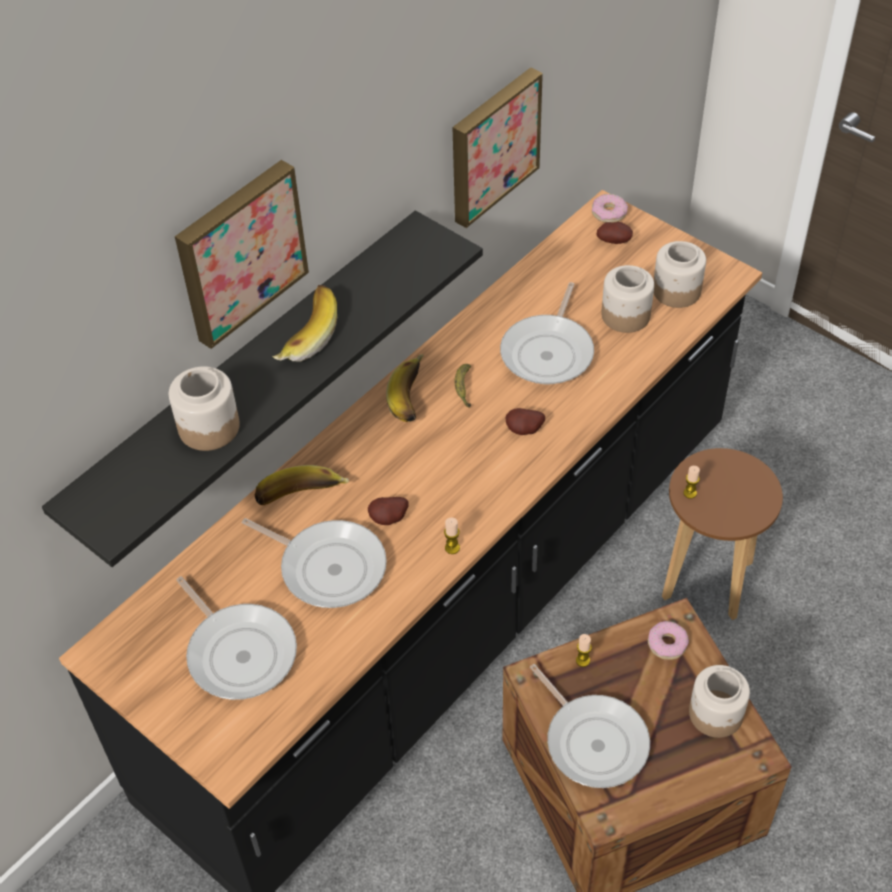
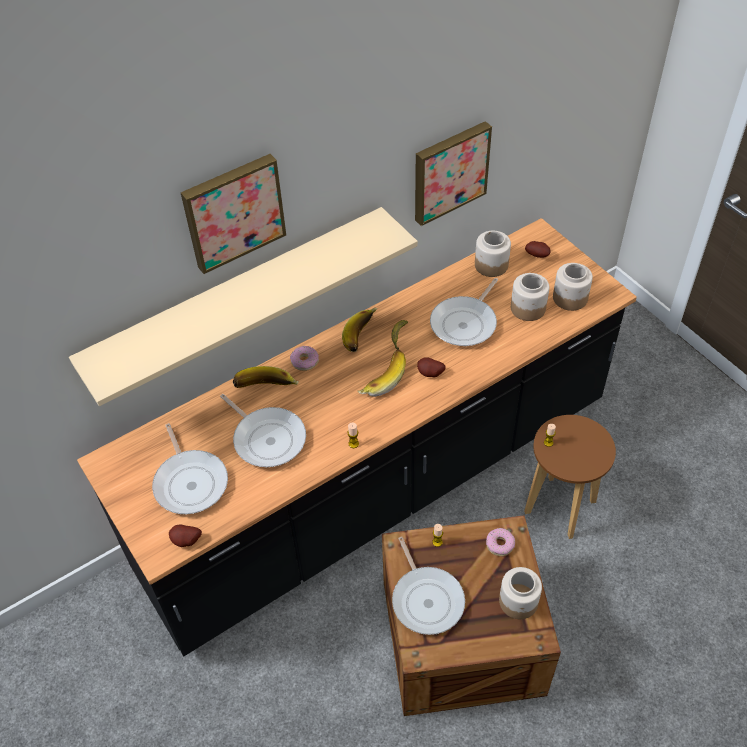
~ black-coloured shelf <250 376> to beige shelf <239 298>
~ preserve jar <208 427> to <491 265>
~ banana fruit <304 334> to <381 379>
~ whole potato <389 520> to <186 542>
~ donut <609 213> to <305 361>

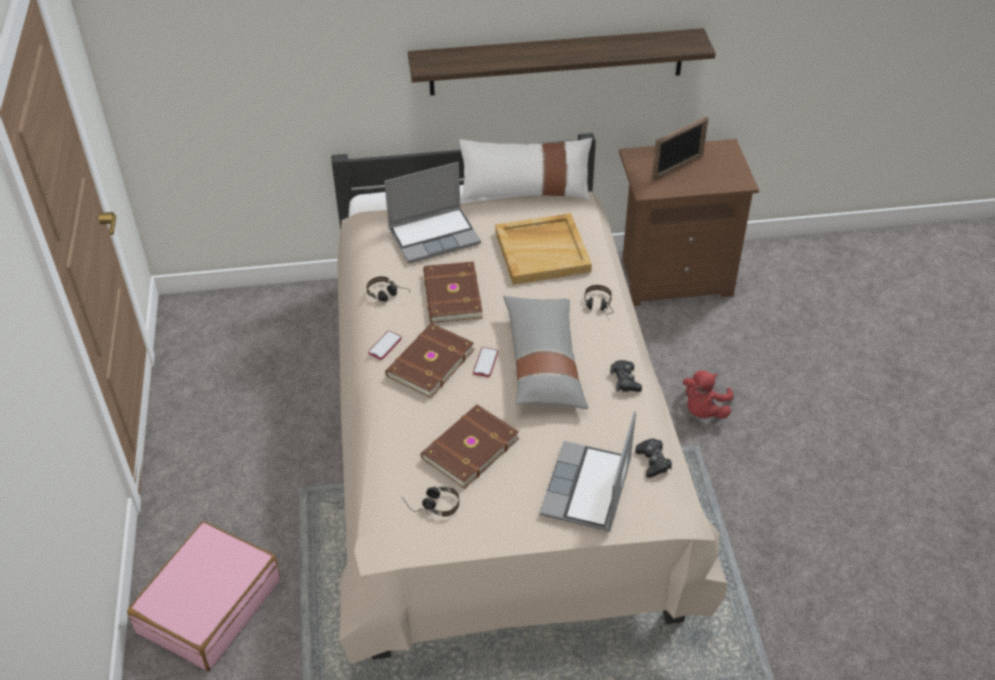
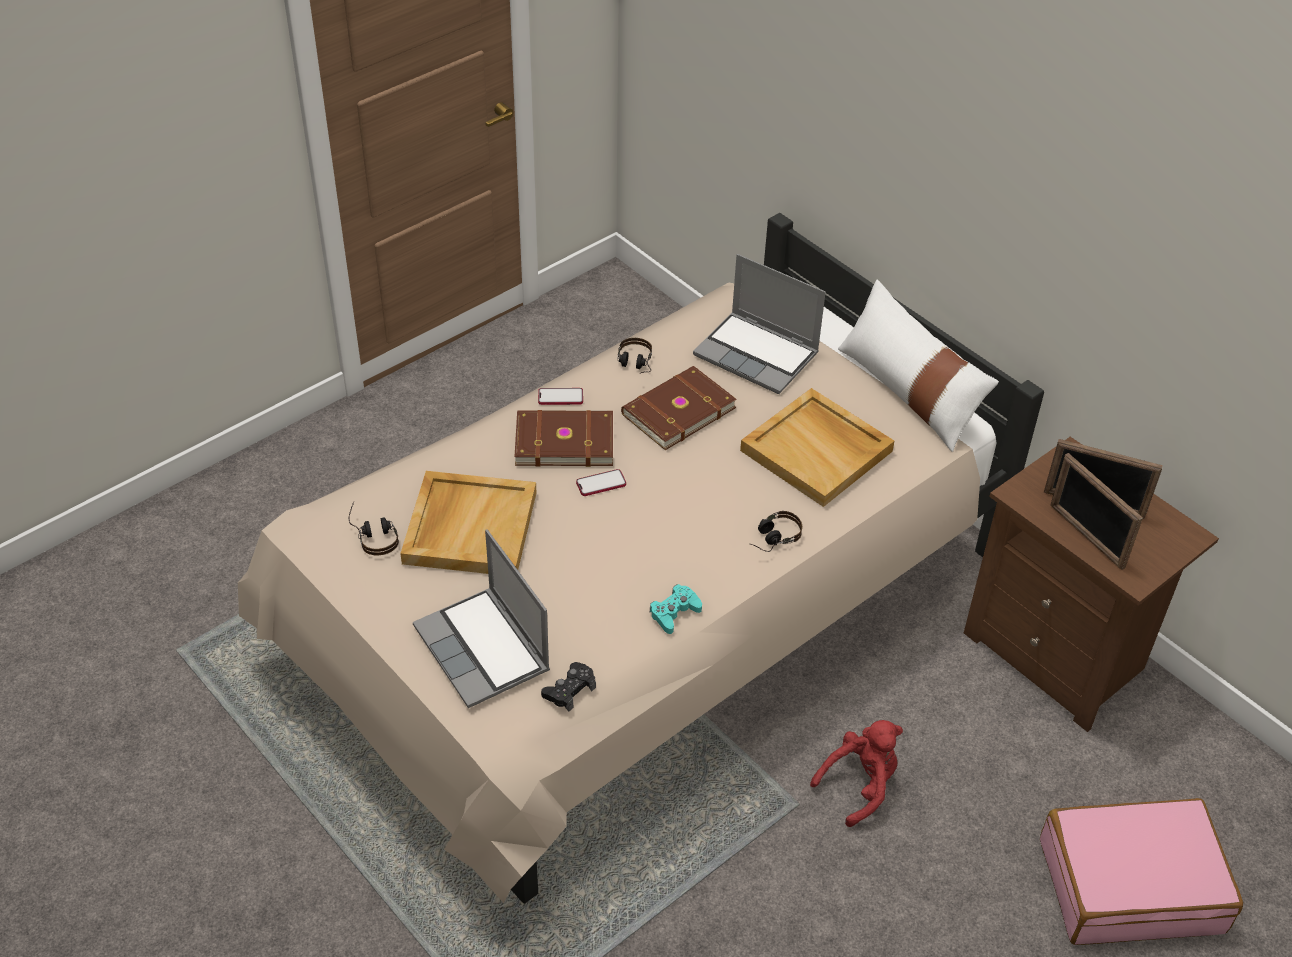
~ pinkish travel case <209 605> to <1130 884>
- shelf <556 62>
~ brownish bound book <468 448> to beige carrying tray <469 527>
- greyish throw pillow <543 362>
~ notebook computer <588 489> = <484 650> 105 degrees counterclockwise
~ black-coloured game controller <625 380> to blue-green game controller <674 613>
~ reddish plush toy <703 410> = <860 785> 150 degrees clockwise
+ photo frame <1086 536>

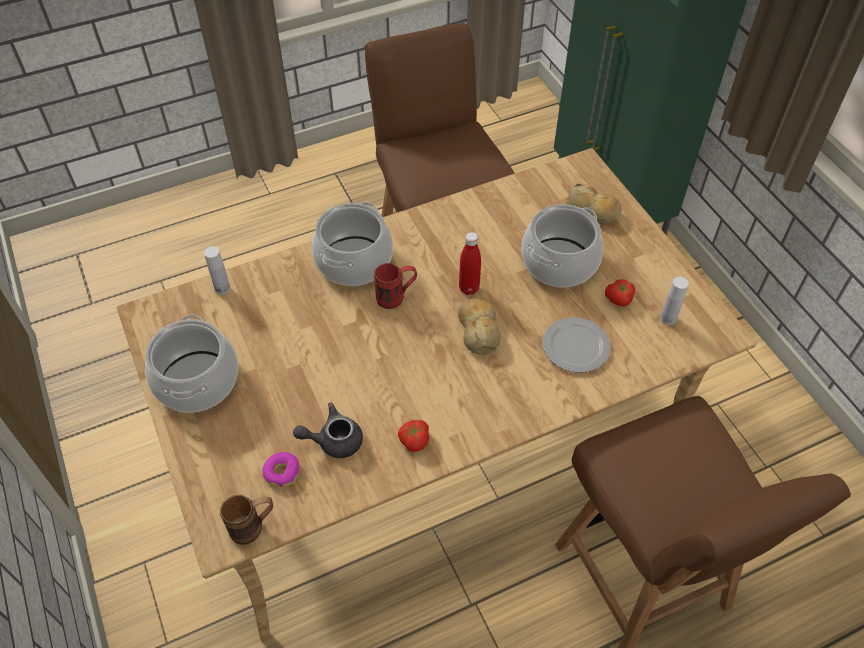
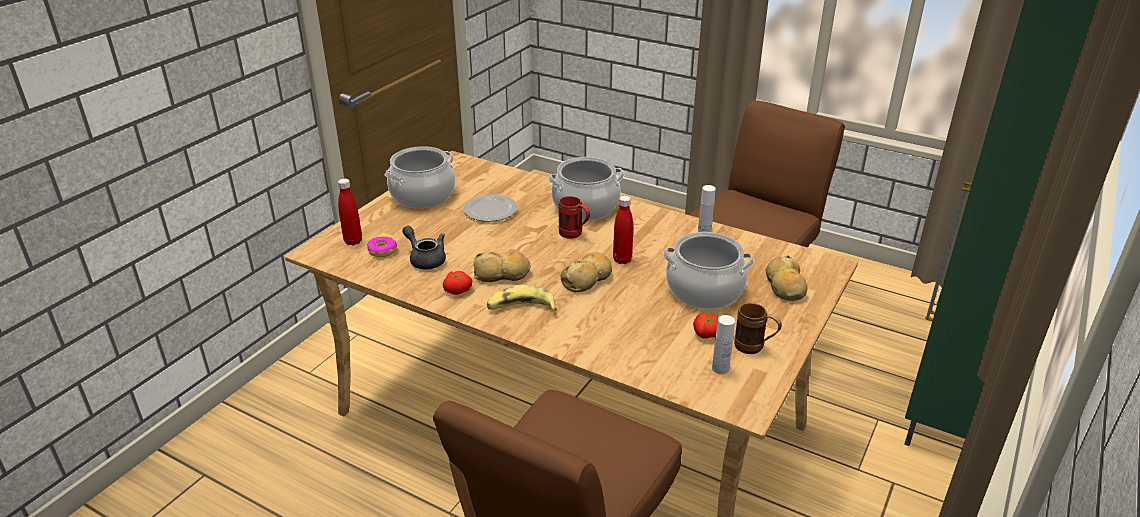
~ whitish drink bottle <222 288> to <704 231>
~ brownish mug <253 528> to <754 348>
~ plate <574 346> to <490 210>
+ reddish drink bottle <353 241>
+ bread <502 274>
+ banana fruit <521 308>

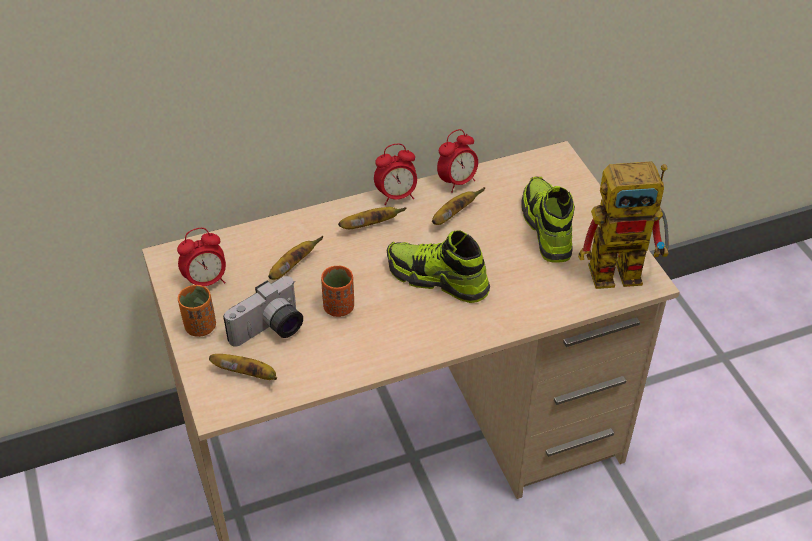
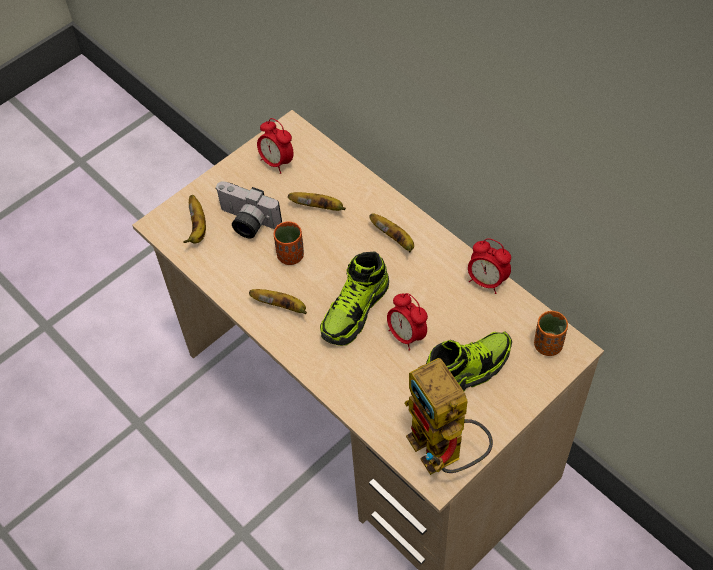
~ orangey cup <200 327> to <548 345>
~ table clock <396 196> to <406 335>
~ item of footwear <437 279> = <355 310> 150 degrees counterclockwise
~ banana fruit <453 215> to <282 306>

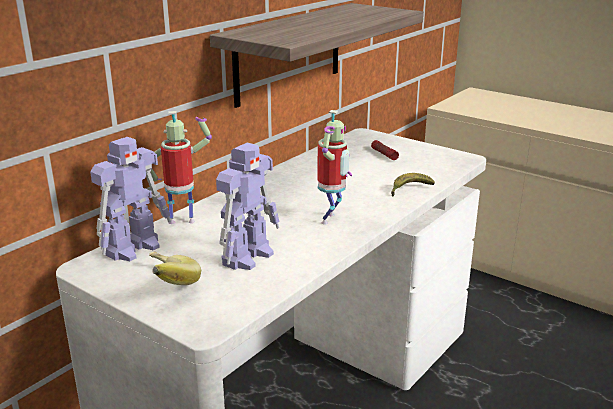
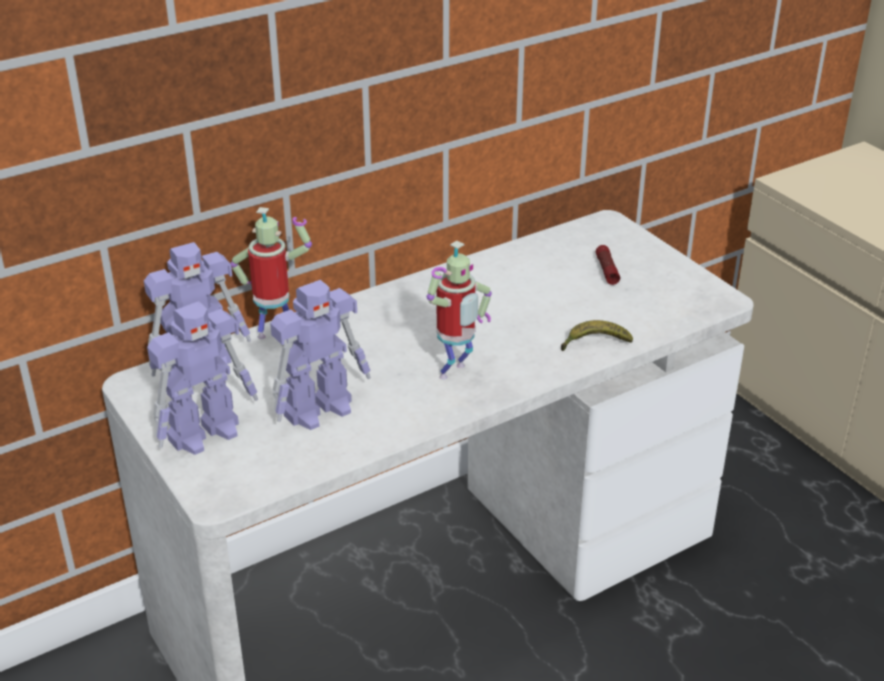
~ banana fruit <166 286> to robot figure <207 432>
- shelf <289 53>

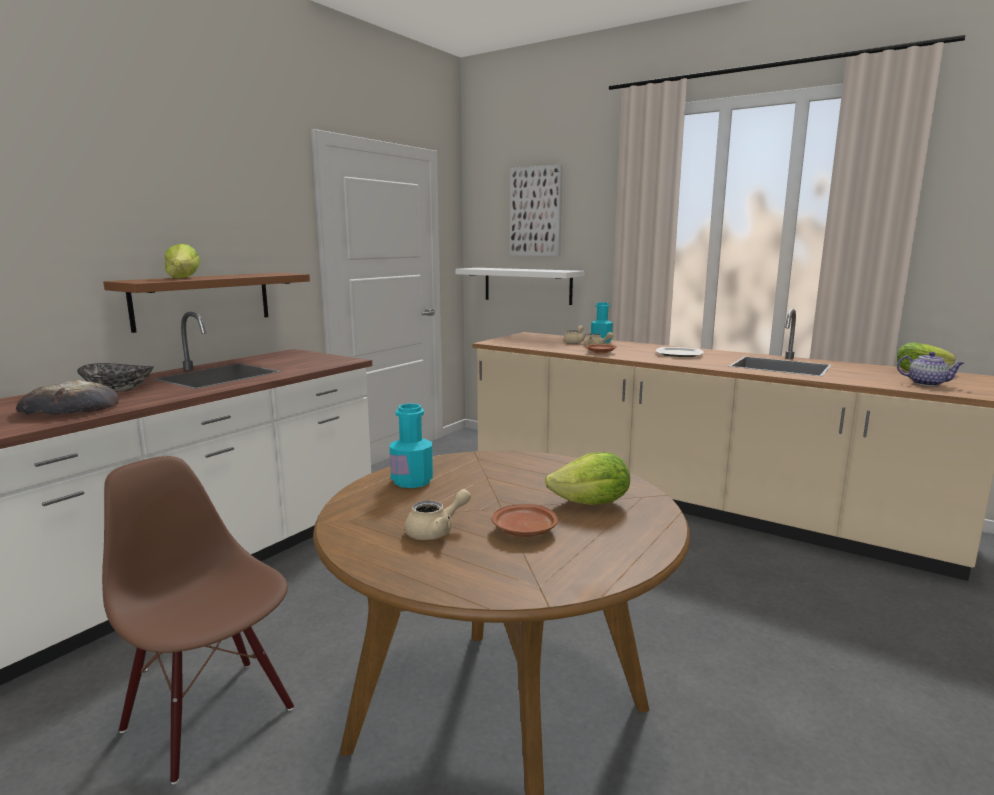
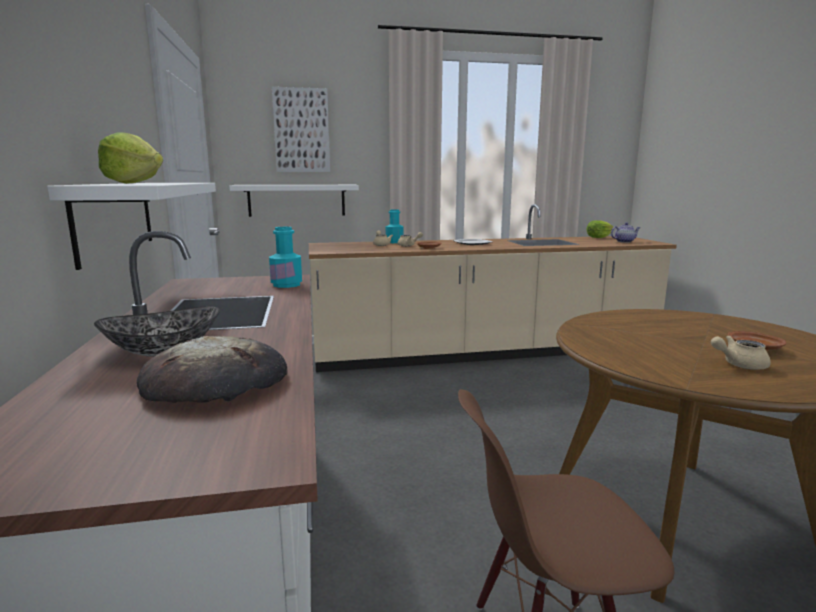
~ brownish shelf <203 300> to whitish shelf <115 218>
~ blue-green drink bottle <412 481> to <286 285>
~ beige pot for tea <436 531> = <739 365> 105 degrees counterclockwise
- lettuce <591 504>

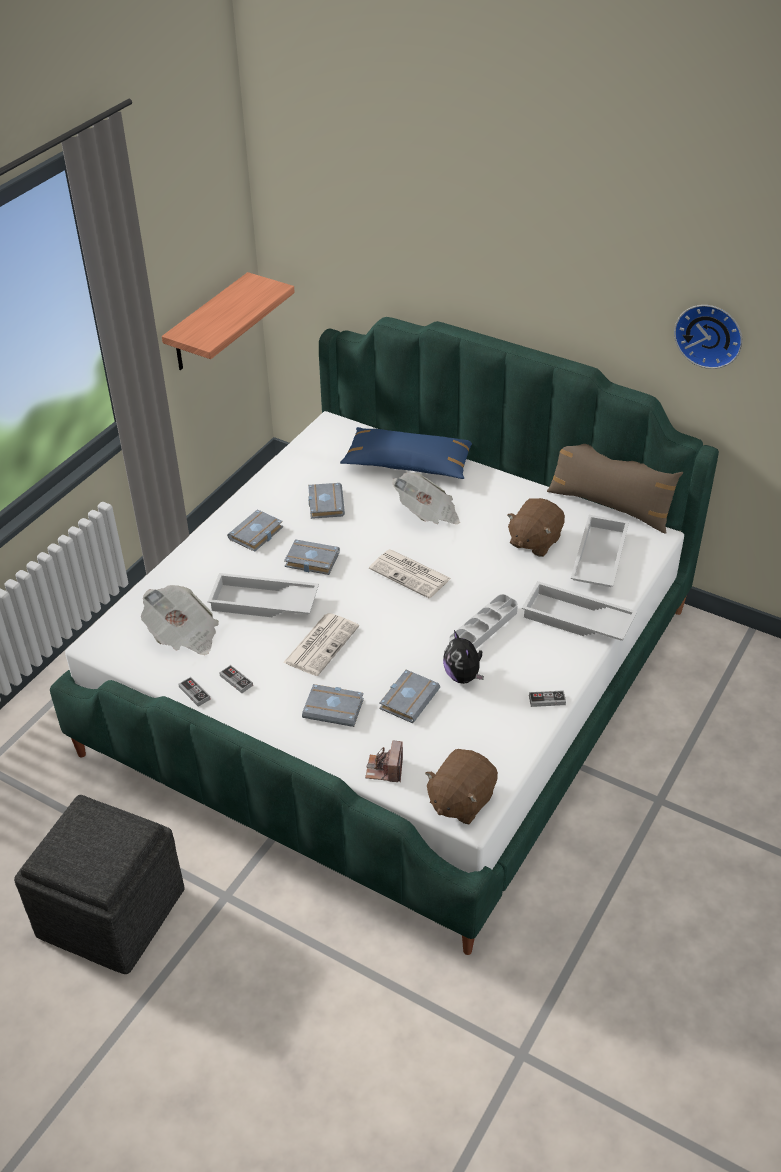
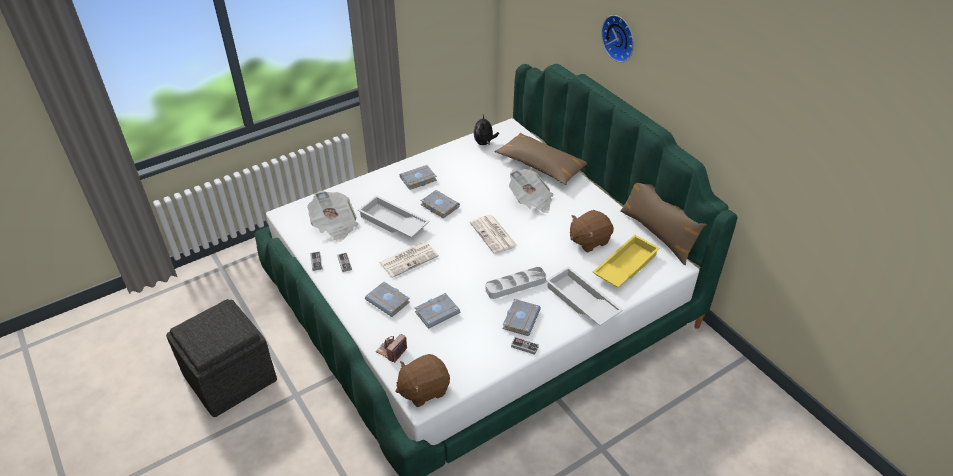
- shelf <208 324>
~ greyish bound book <324 503> to <520 318>
~ blue throw pillow <408 463> to brownish throw pillow <541 165>
~ plush toy <463 676> to <484 143>
~ whitish carrying tray <597 558> to yellowish carrying tray <624 266>
~ hanging clock <710 334> to <620 37>

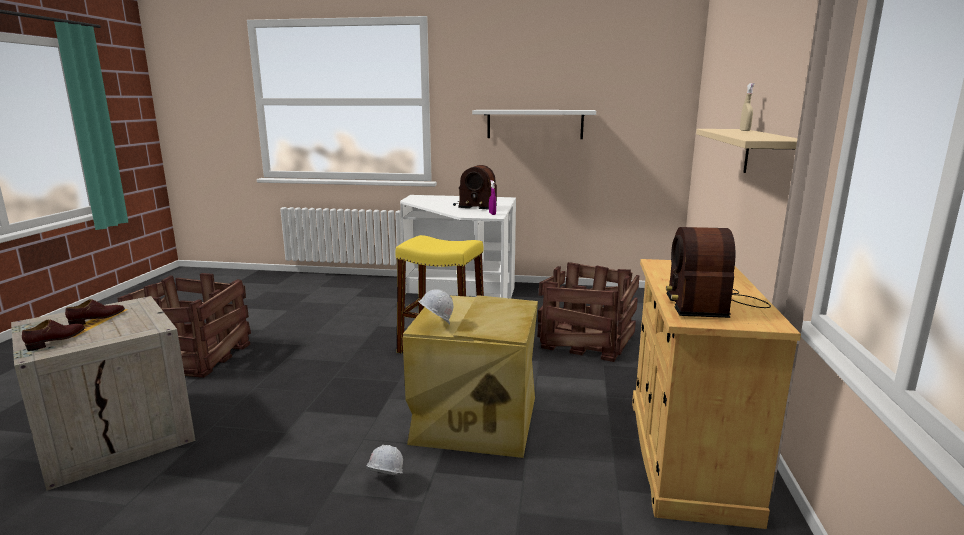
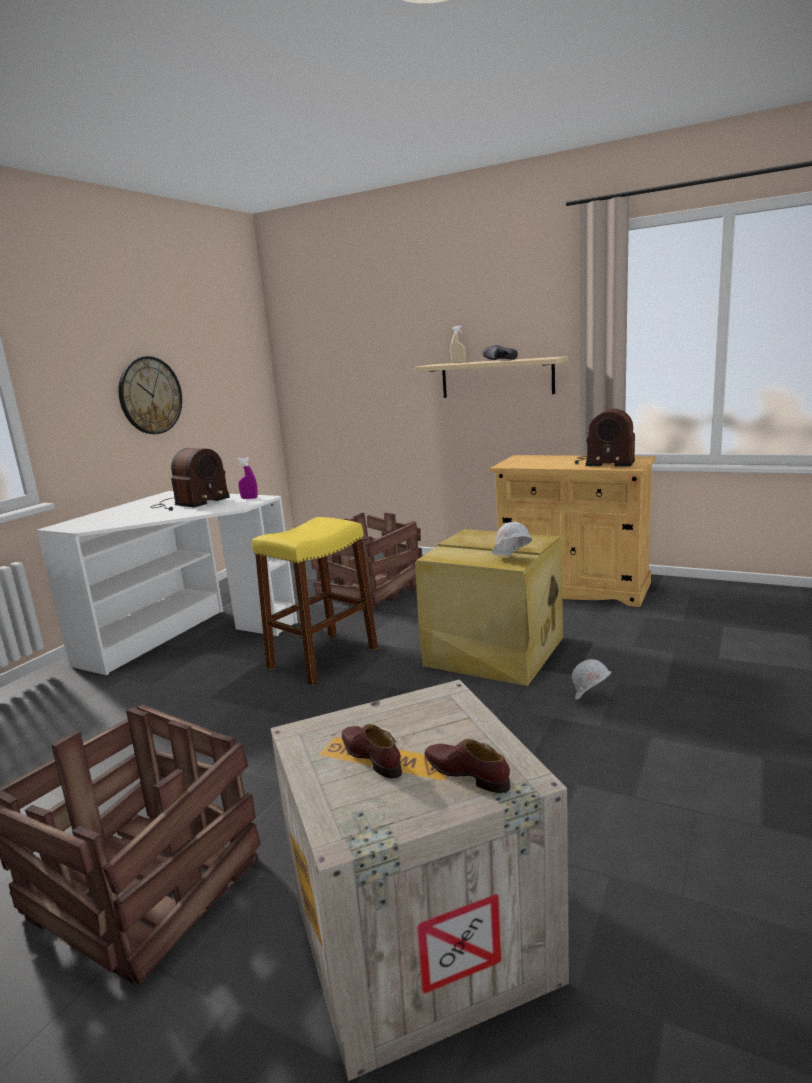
~ whitish shelf <534 124> to hanging clock <150 395>
+ black-coloured item of footwear <498 360>

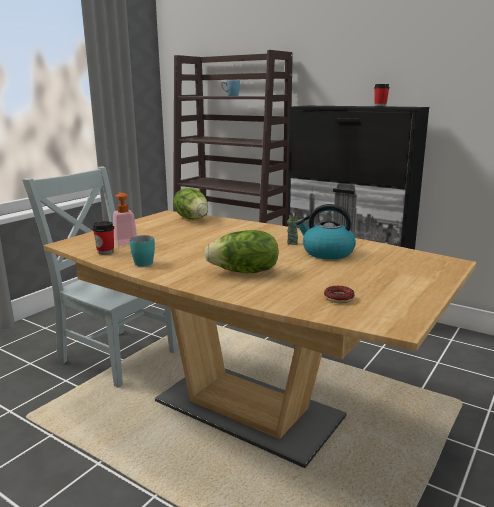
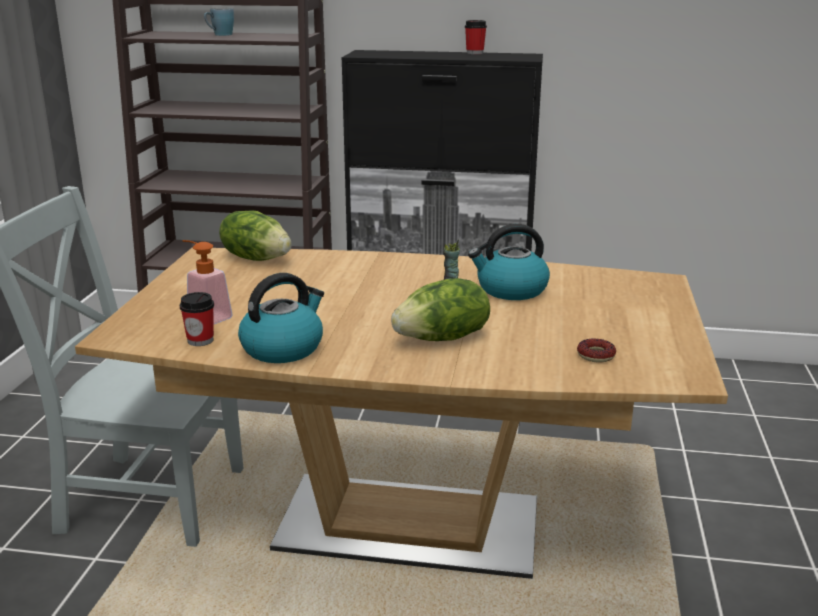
~ blue-green mug <143 262> to water kettle <283 348>

